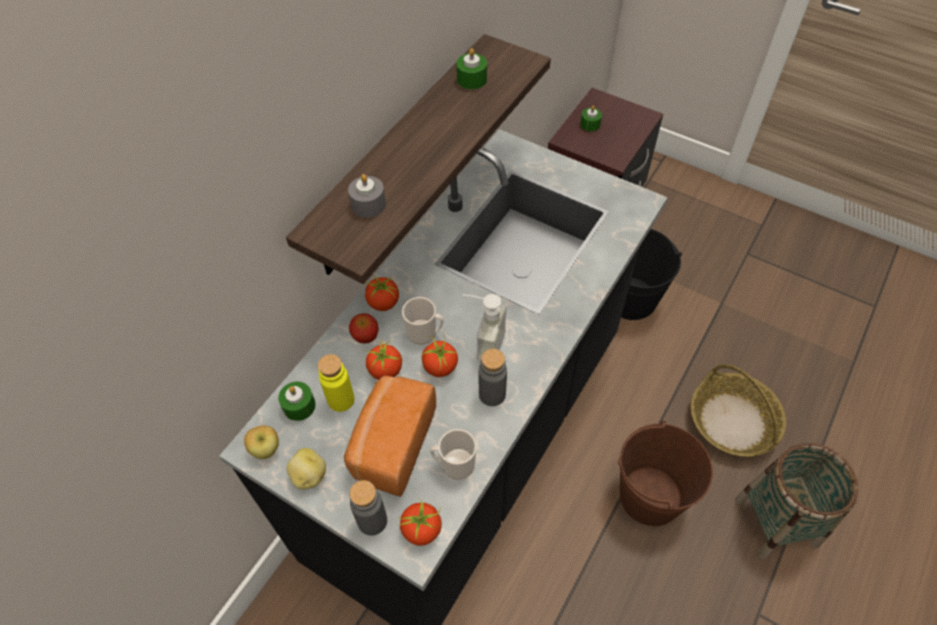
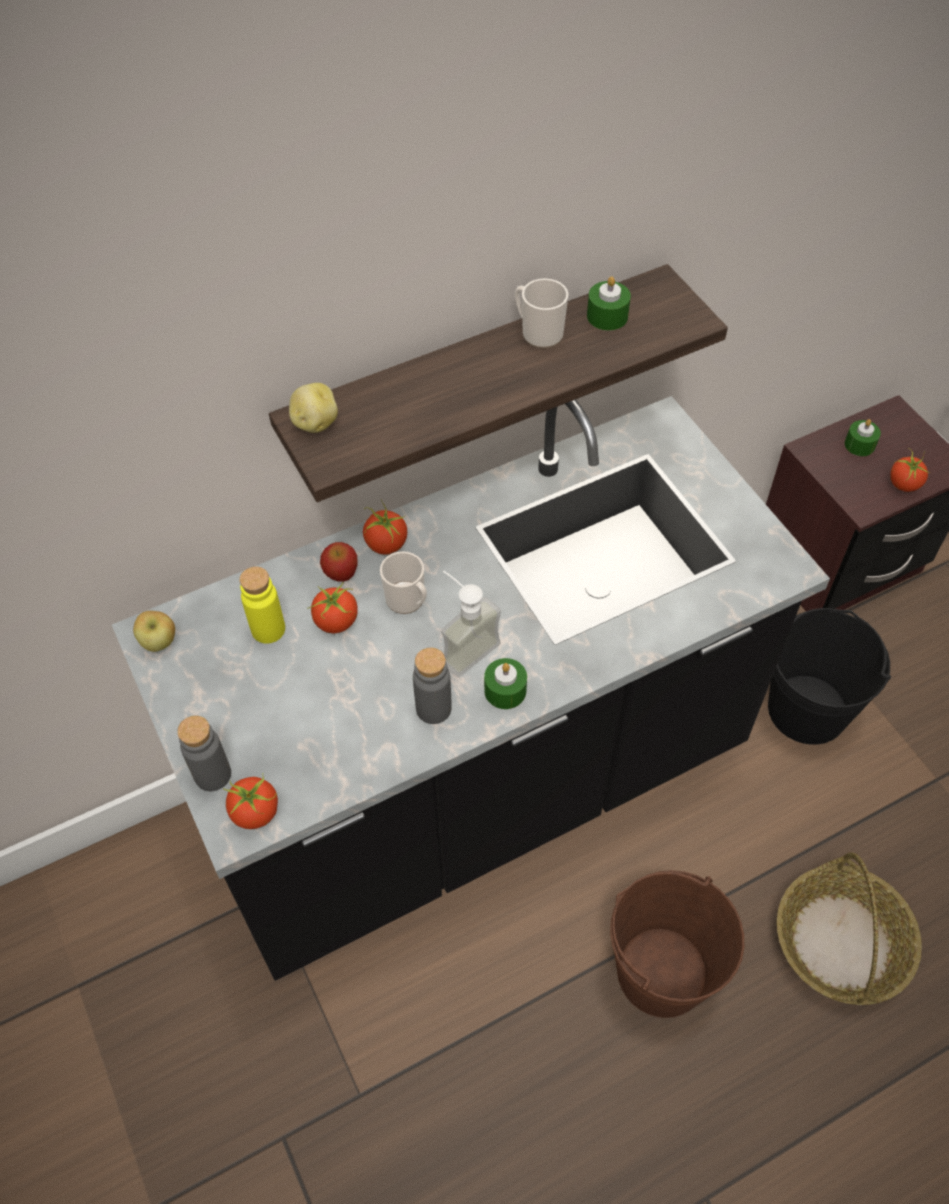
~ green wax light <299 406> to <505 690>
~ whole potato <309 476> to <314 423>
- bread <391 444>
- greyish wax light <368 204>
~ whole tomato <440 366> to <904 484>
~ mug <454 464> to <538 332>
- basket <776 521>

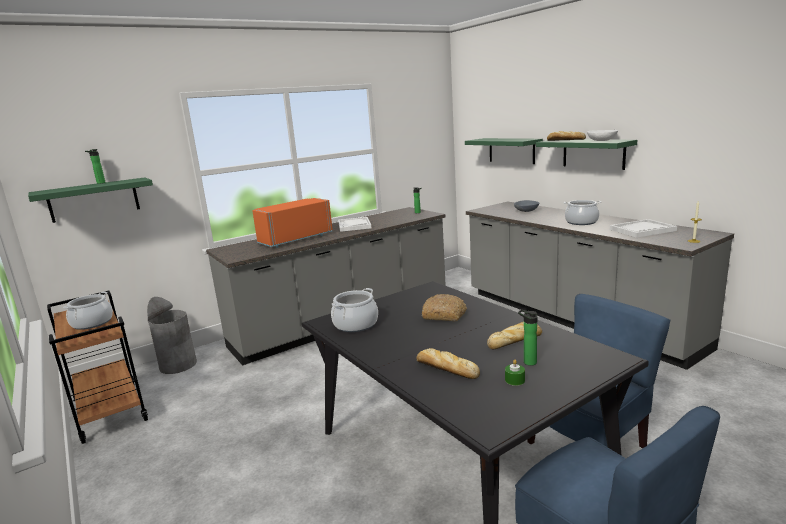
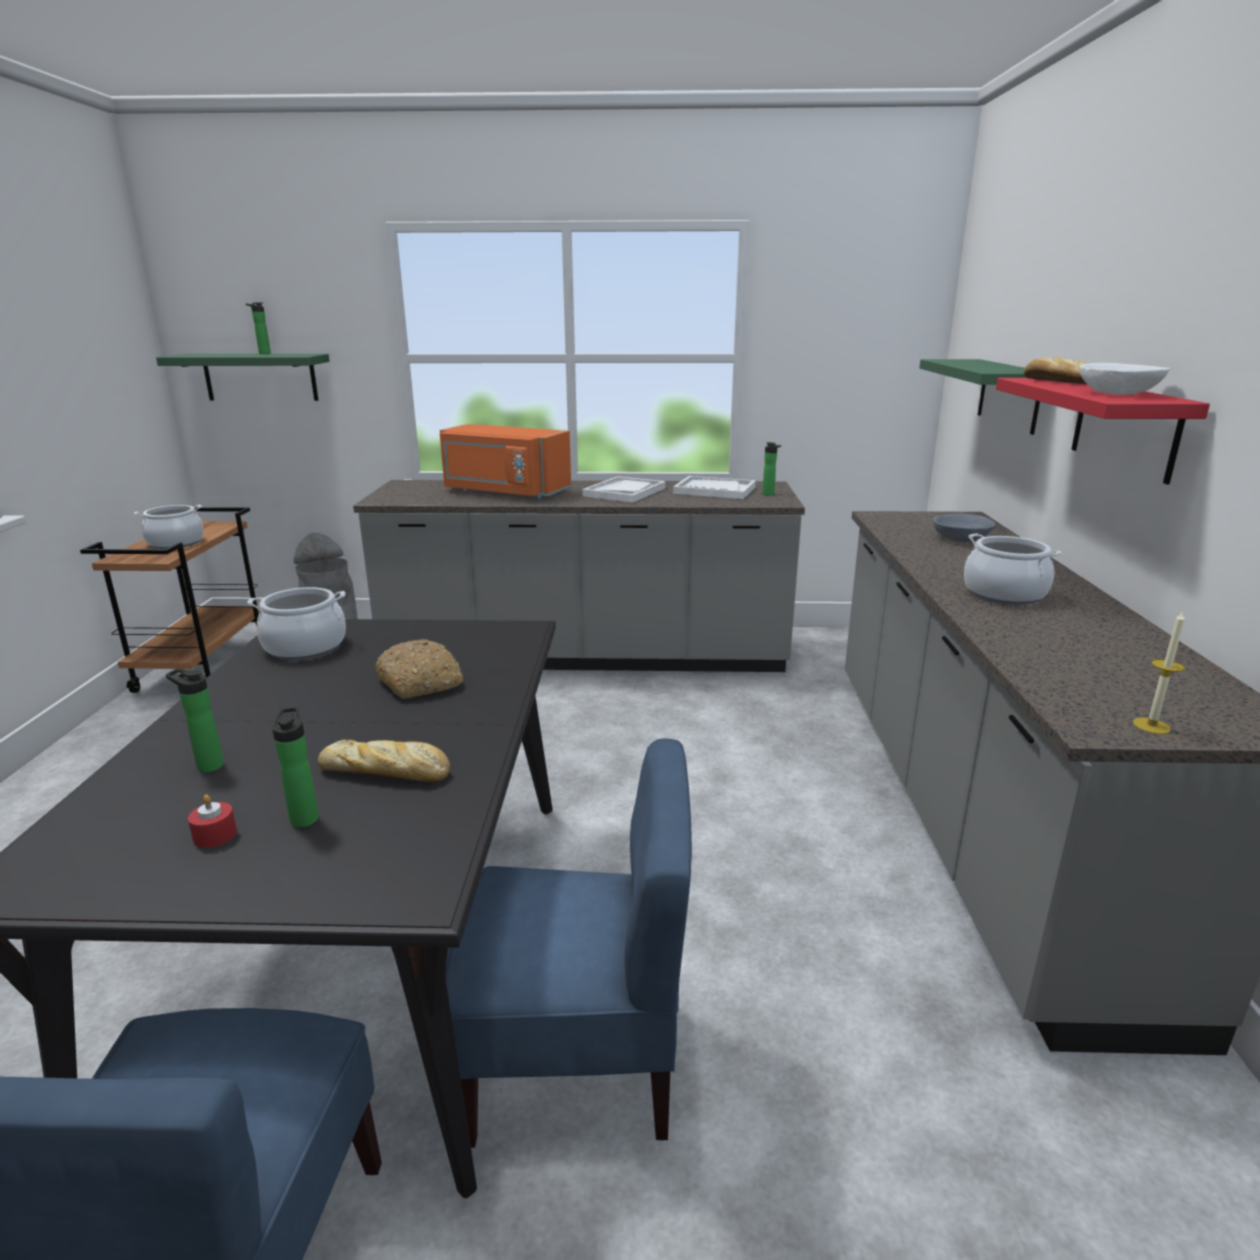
~ orangey microwave oven <294 239> = <504 492> 150 degrees counterclockwise
~ bread <446 369> to drink bottle <207 766>
~ green wax light <514 380> to reddish wax light <215 835>
~ green shelf <593 153> to reddish shelf <1124 427>
~ whitish carrying tray <642 230> to <714 490>

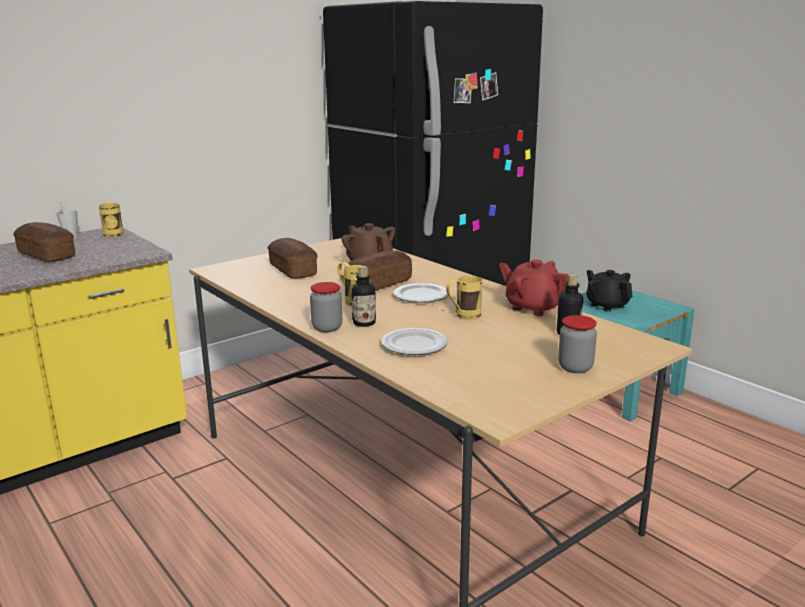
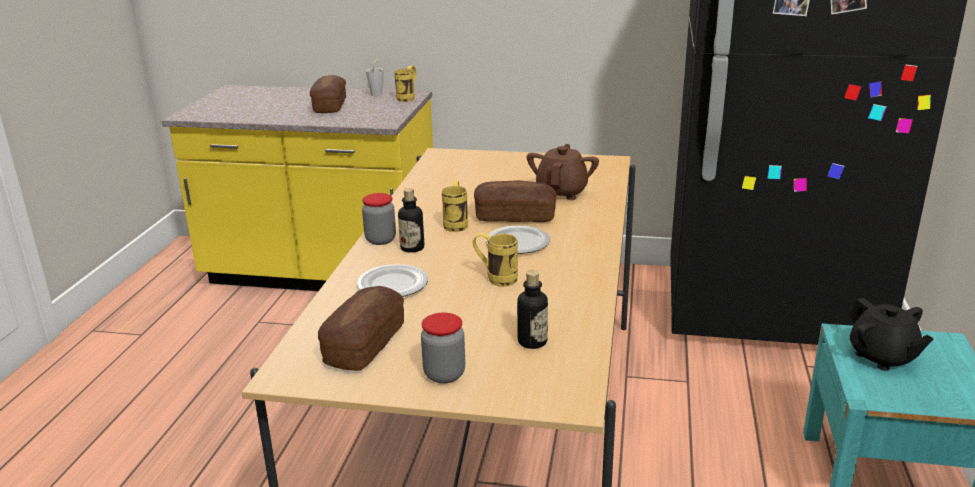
~ bread <293 270> to <365 344>
- reddish pot for tea <533 307>
~ black-coloured pot for tea <607 305> = <882 357> 135 degrees clockwise

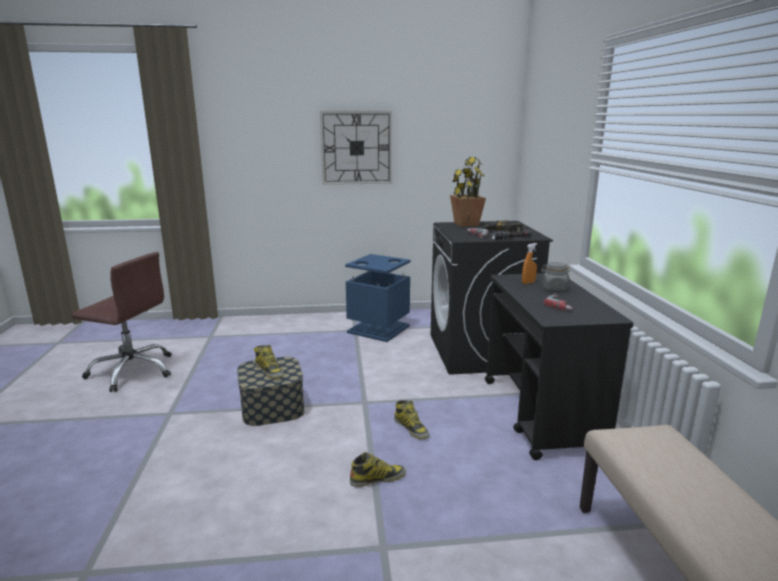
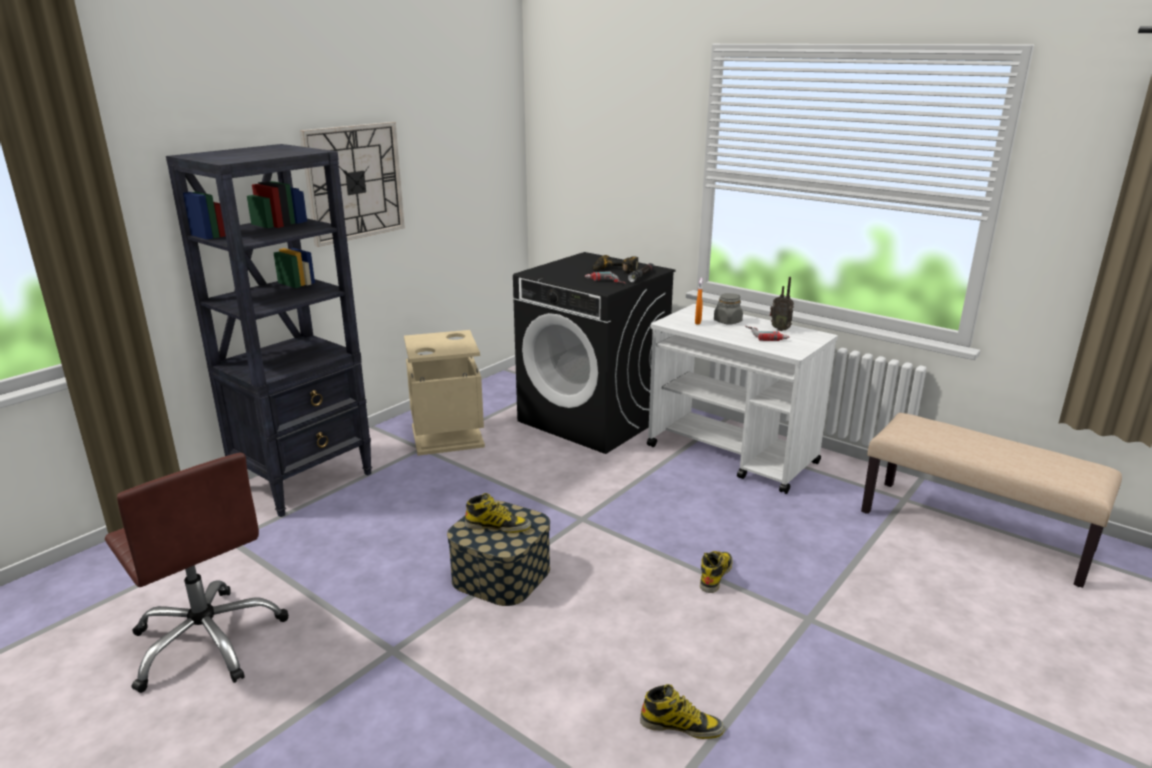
~ brownish desk chair <132 371> = <208 641> 75 degrees clockwise
~ blue trash can <379 329> to beige trash can <448 436>
~ boot <411 428> to <681 725>
- plant in a pot <466 224>
~ black-coloured cart <541 414> to whitish cart <733 455>
+ black-coloured bookcase <305 480>
+ radio receiver <780 329>

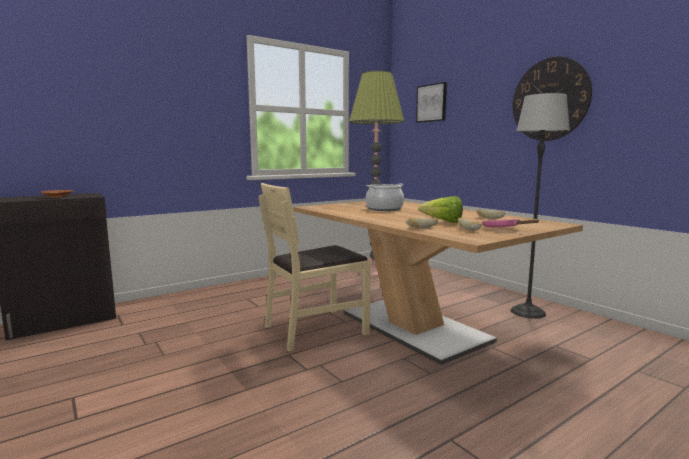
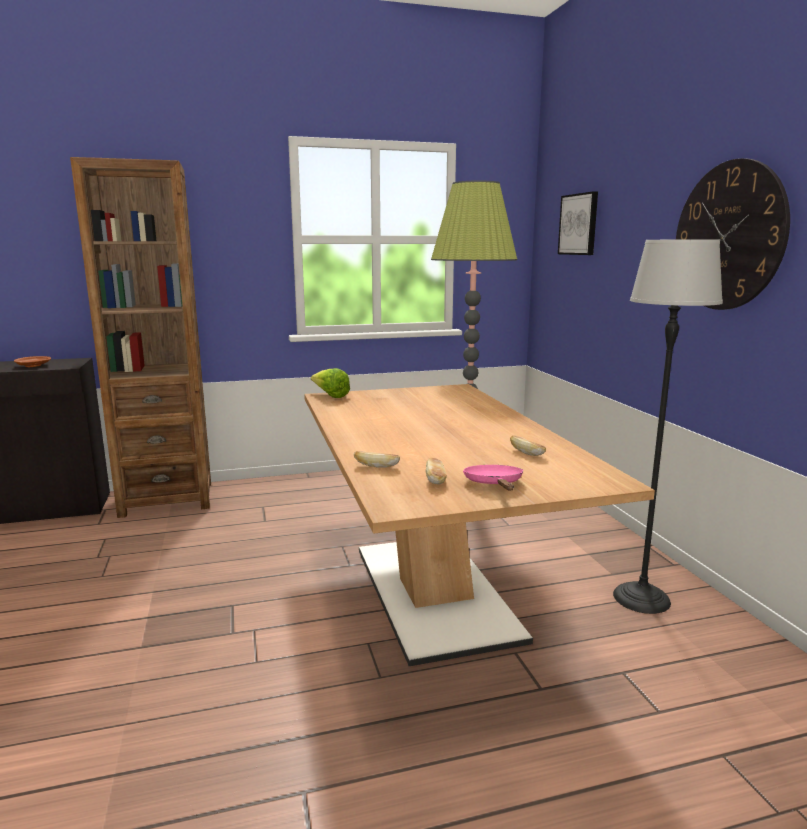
- beige upright chair <315 329>
- stockpot <384 209>
~ lettuce <443 222> to <330 396>
+ brownish bookcase <167 499>

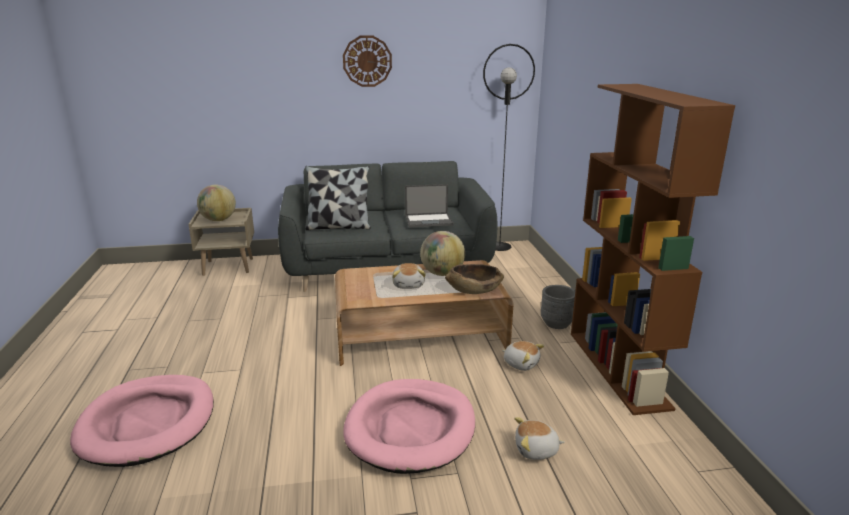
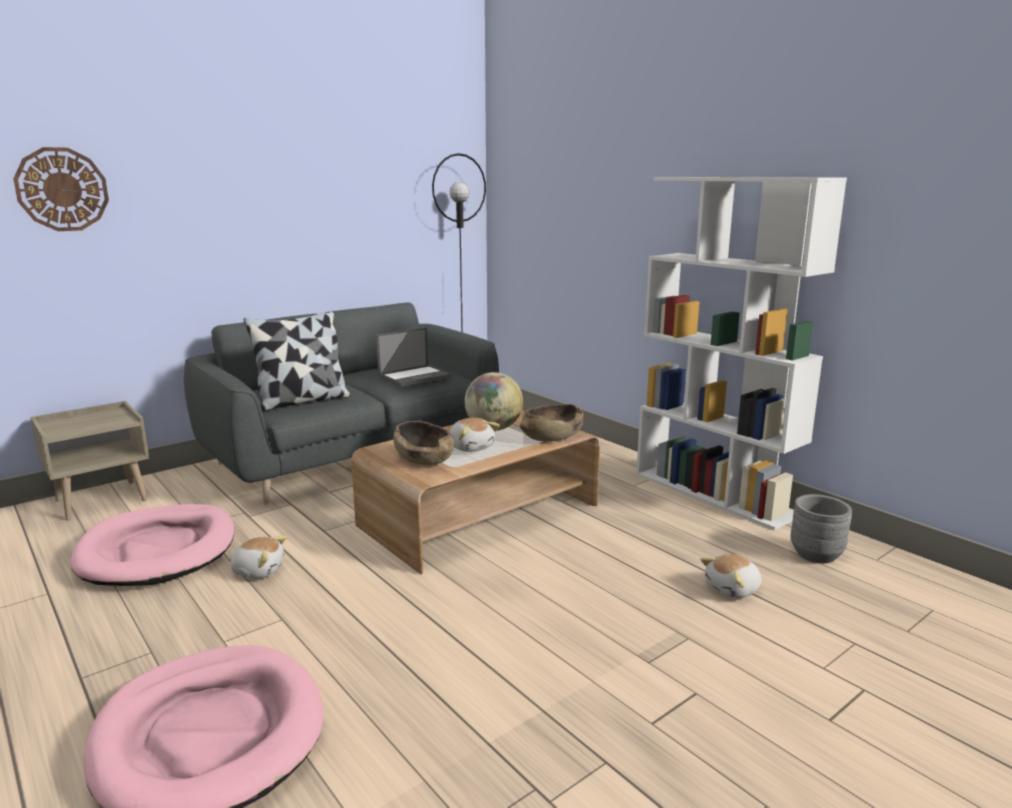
- desk globe <218 220>
~ hanging clock <367 61> to <62 189>
~ pinkish dog bed <411 428> to <158 550>
~ plush toy <521 363> to <258 570>
~ greyish planter <556 323> to <816 554>
~ brownish bookcase <618 369> to whitish bookcase <715 494>
+ brownish serving bowl <424 459>

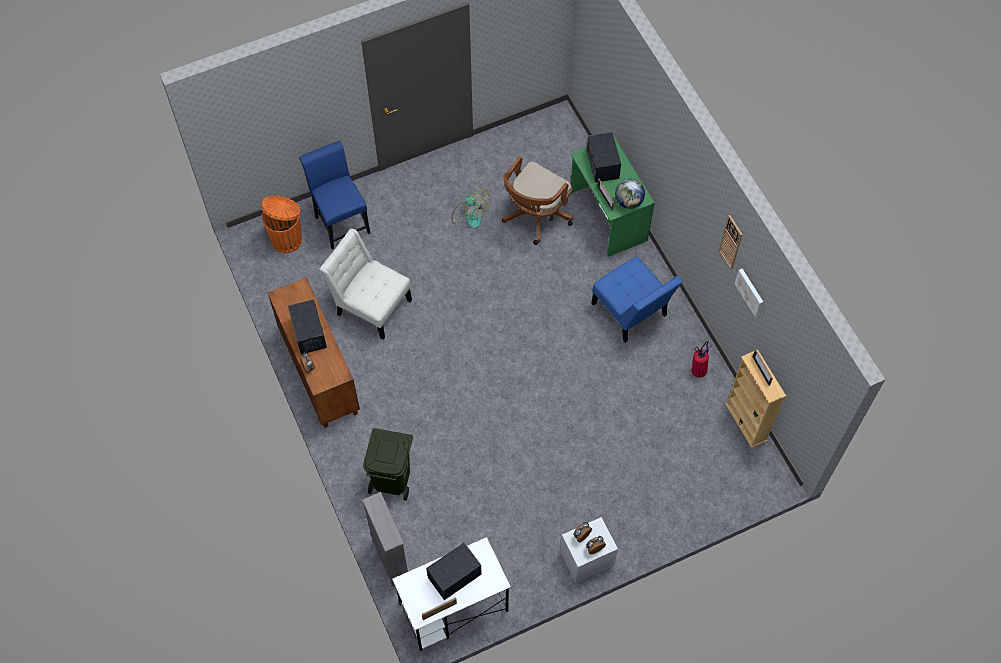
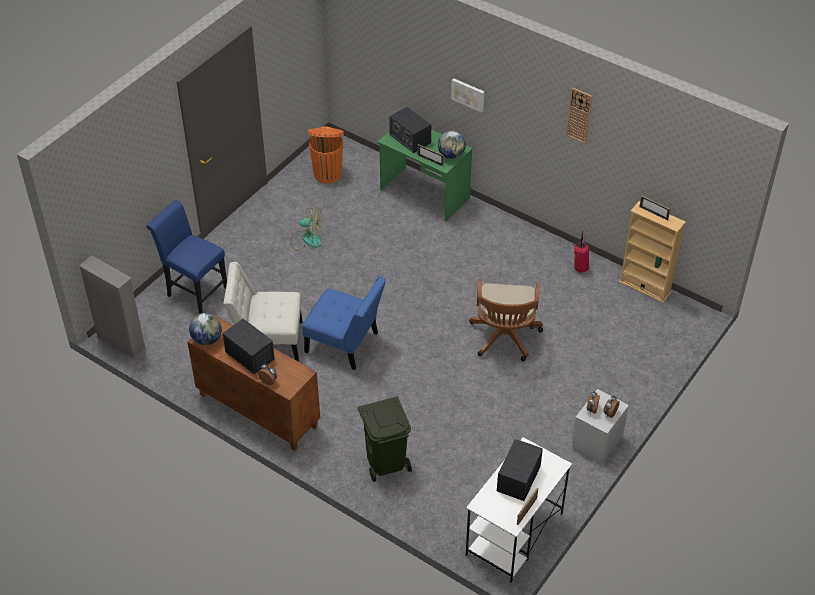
~ orangey trash can <287 239> to <328 173>
~ greyish bookcase <391 559> to <121 343>
~ brownish desk chair <535 217> to <504 339>
~ blue upright chair <631 313> to <345 344>
~ wall art <750 291> to <468 94>
+ desk globe <207 339>

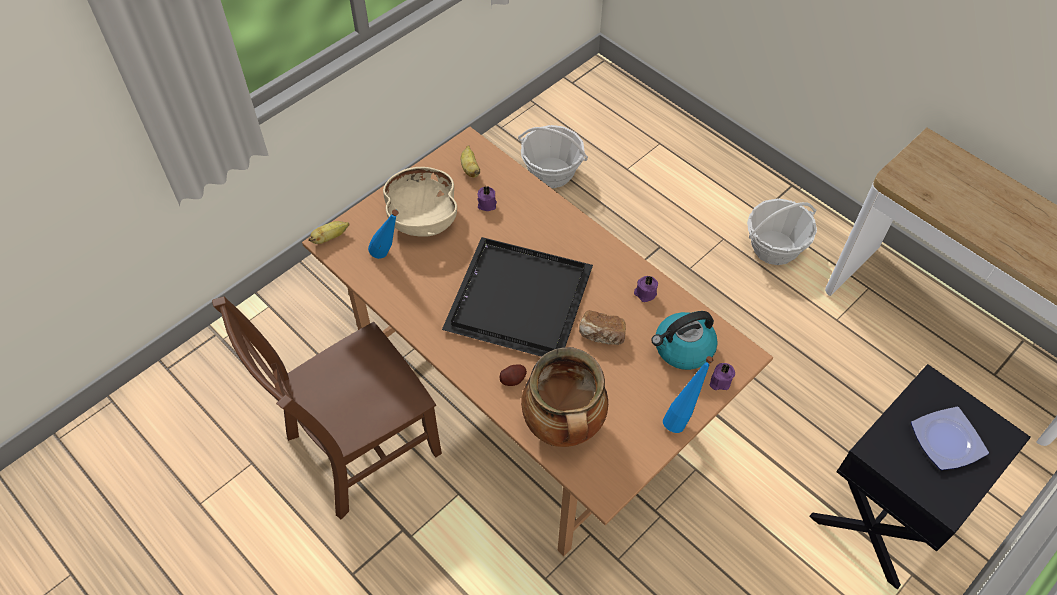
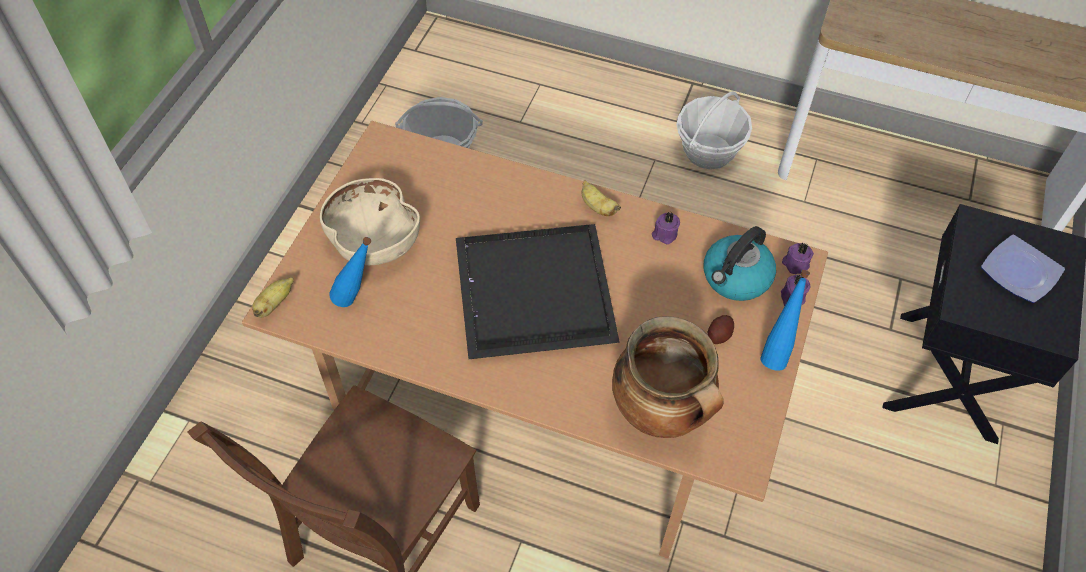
~ banana fruit <470 169> to <597 207>
~ purple-coloured wax light <486 204> to <795 264>
~ whole potato <513 379> to <719 335>
- bread <601 336>

